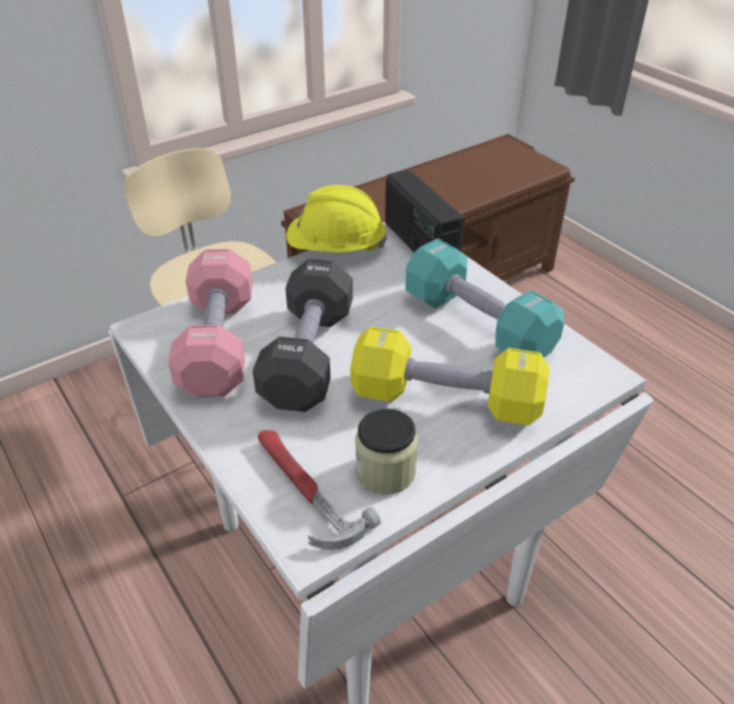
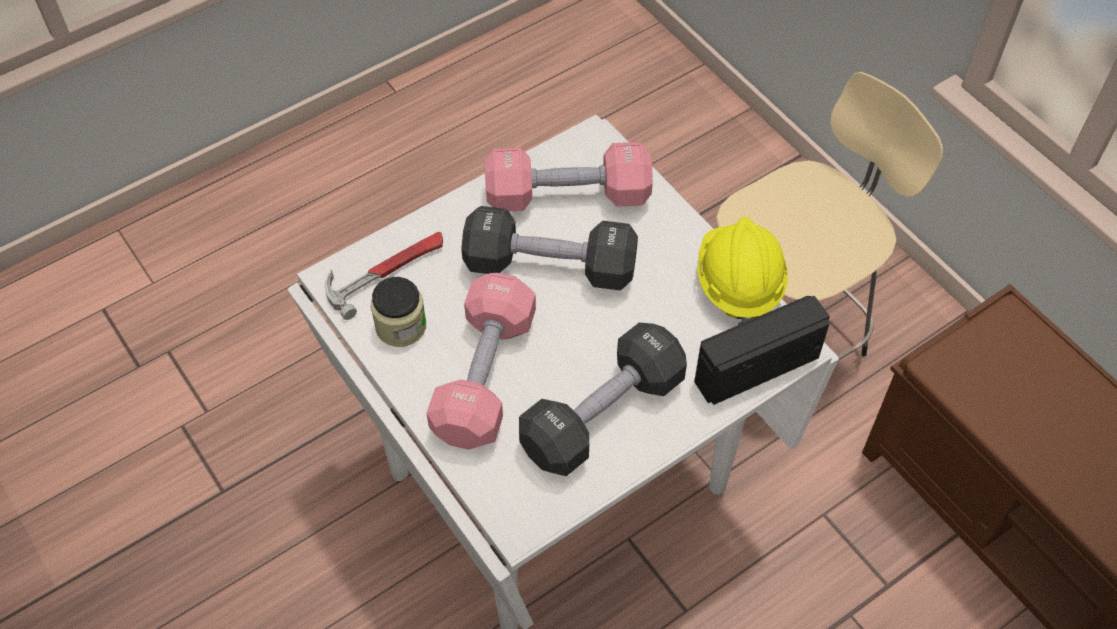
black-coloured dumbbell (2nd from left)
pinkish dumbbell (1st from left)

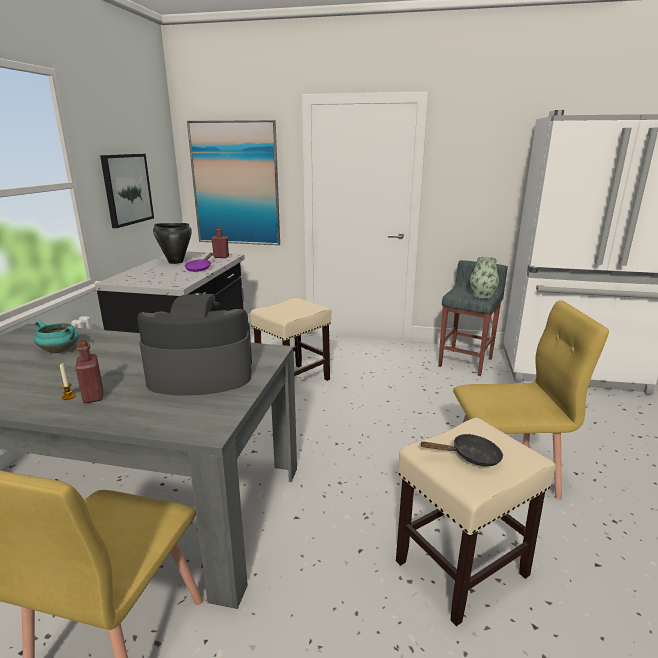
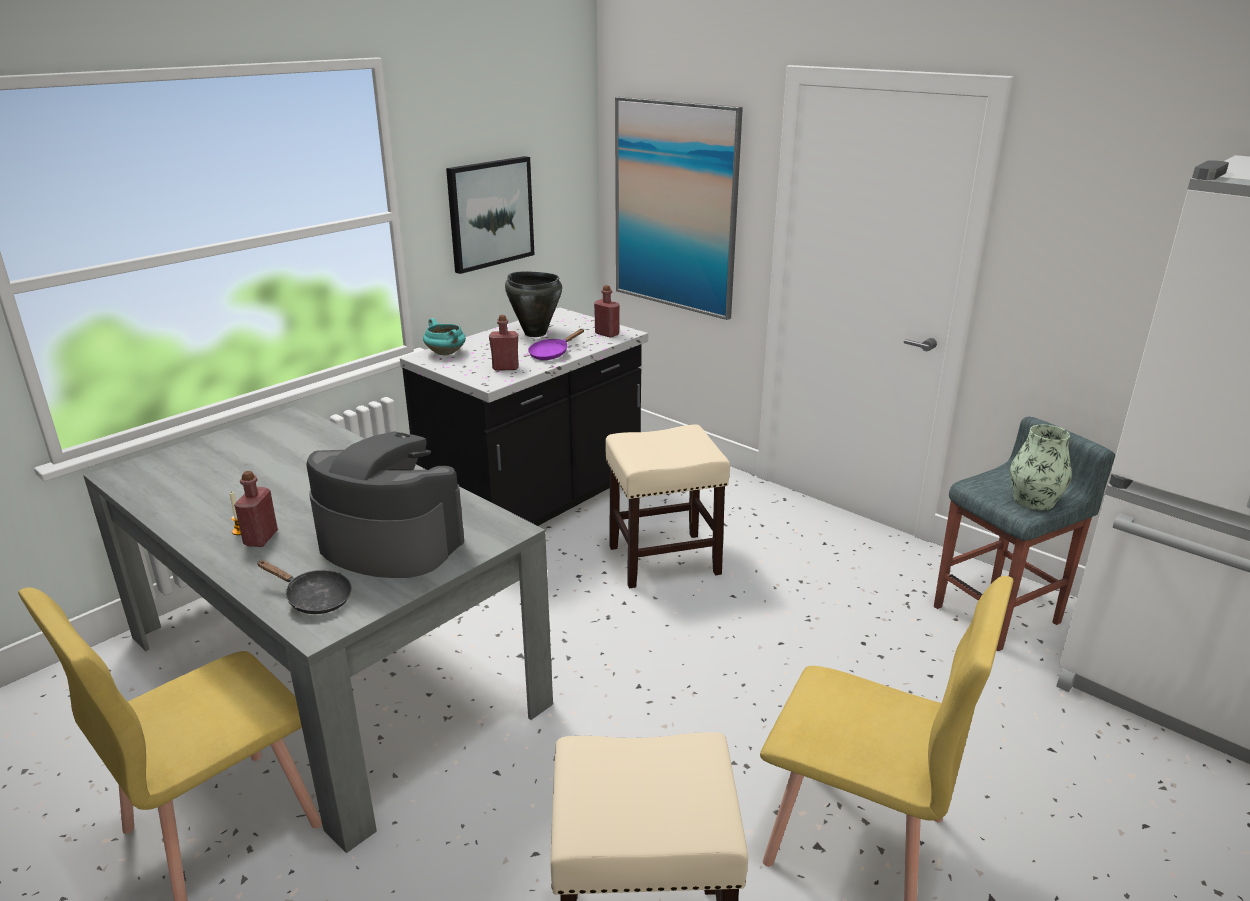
turquoise-coloured saucepot
black-coloured skillet
red-coloured bottle (2nd from left)

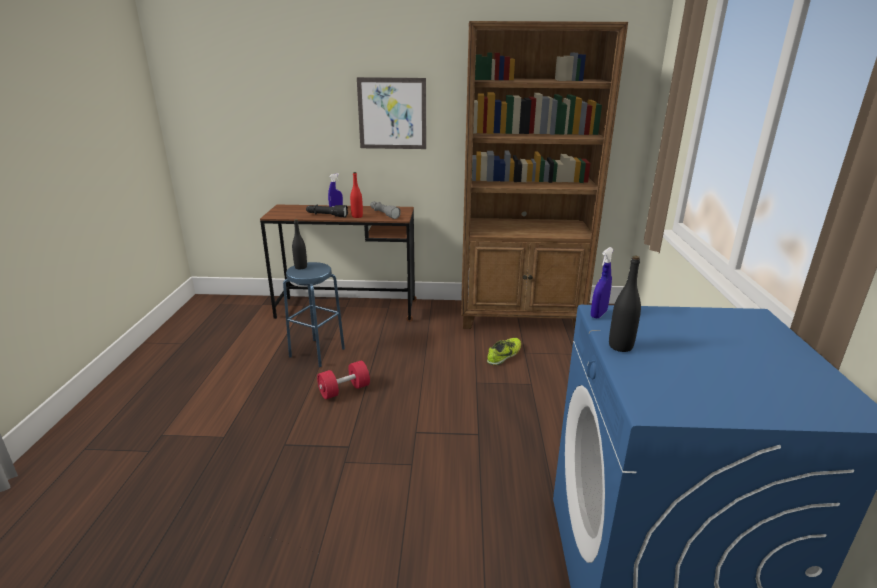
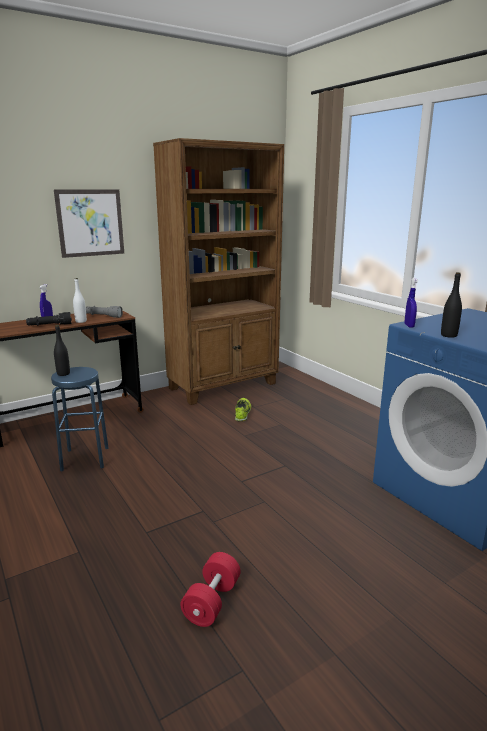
whitish bottle
red-coloured dumbbell

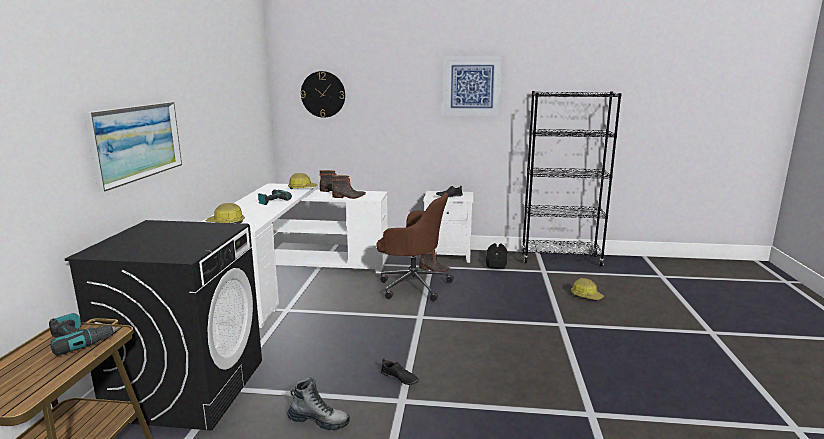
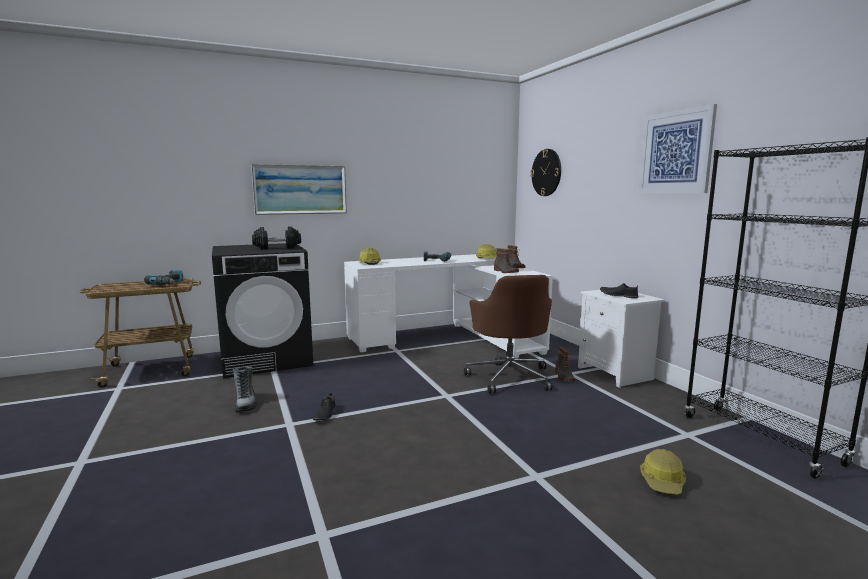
black-coloured dumbbell

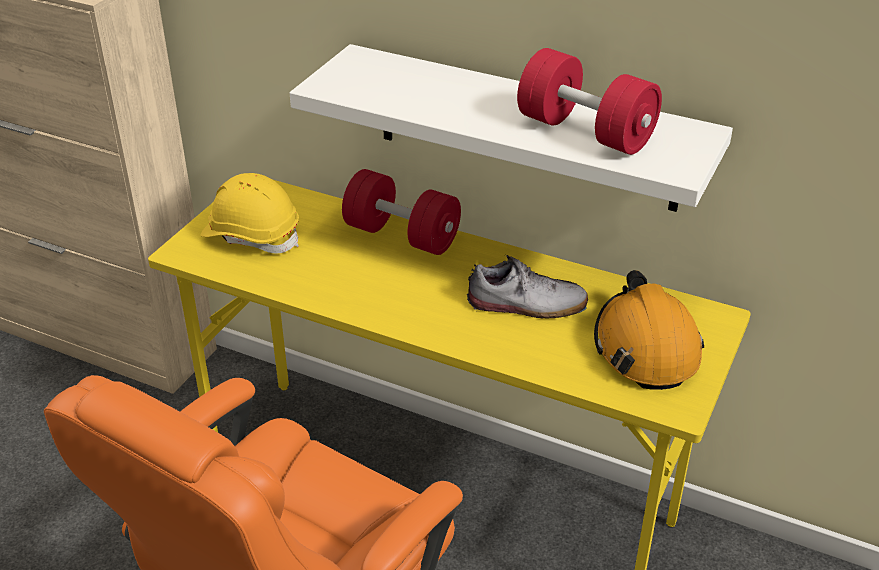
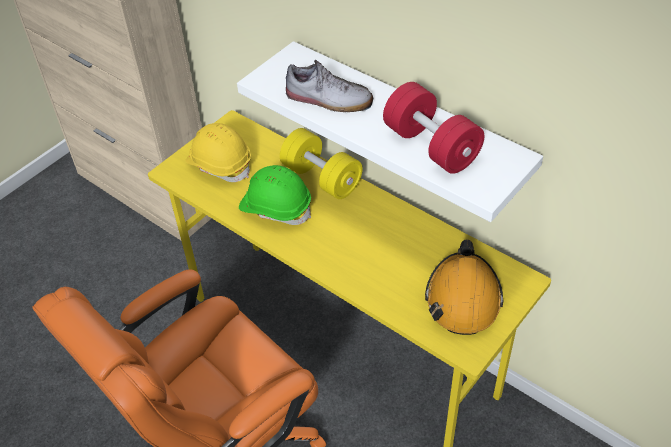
yellow dumbbell
shoe
green work helmet

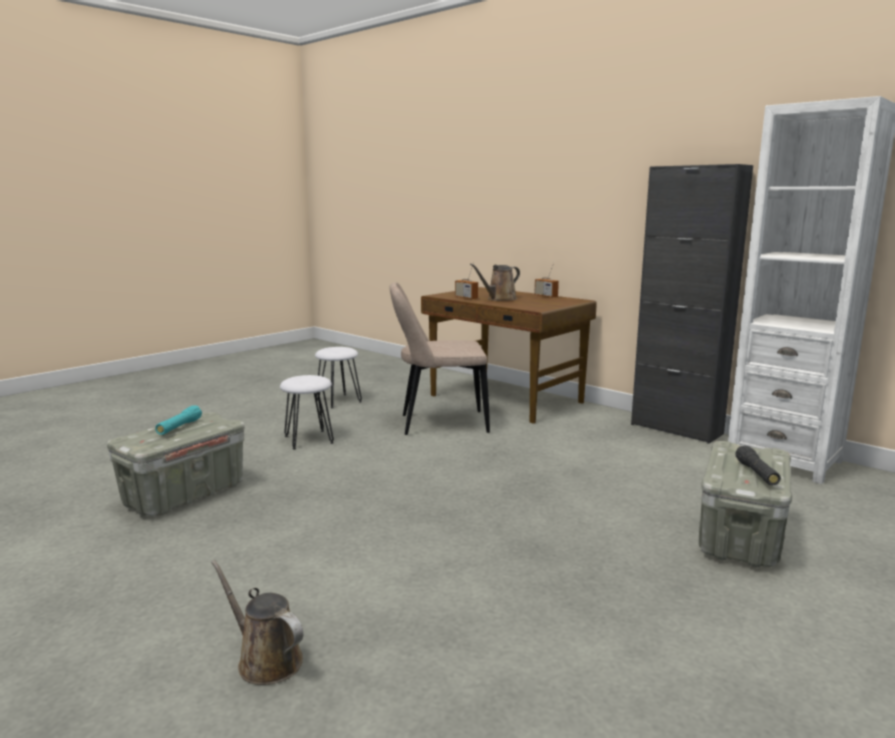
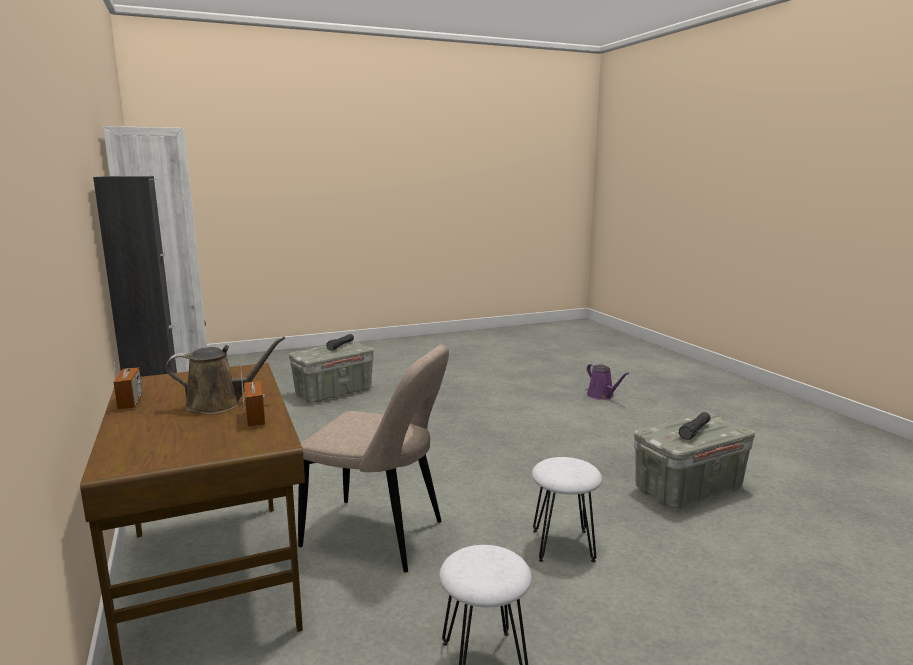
black-coloured hand torch (2nd from left)
purplish watering pot

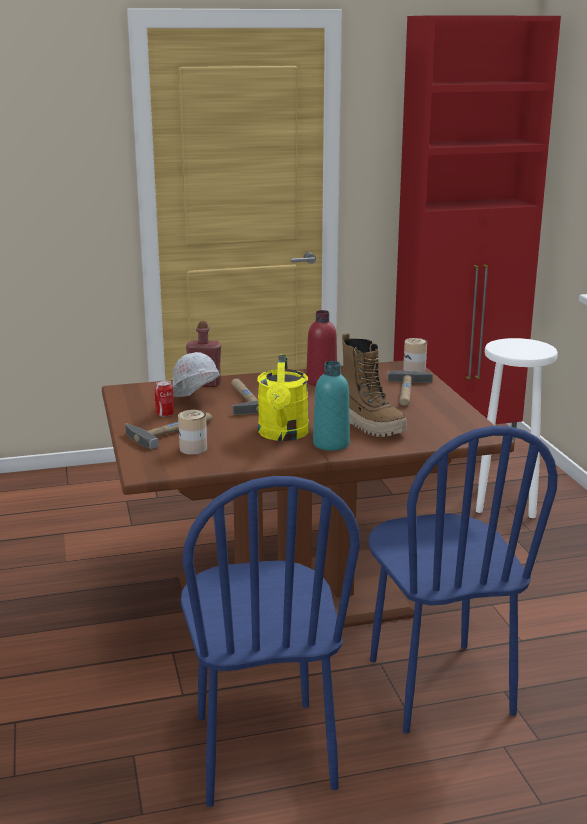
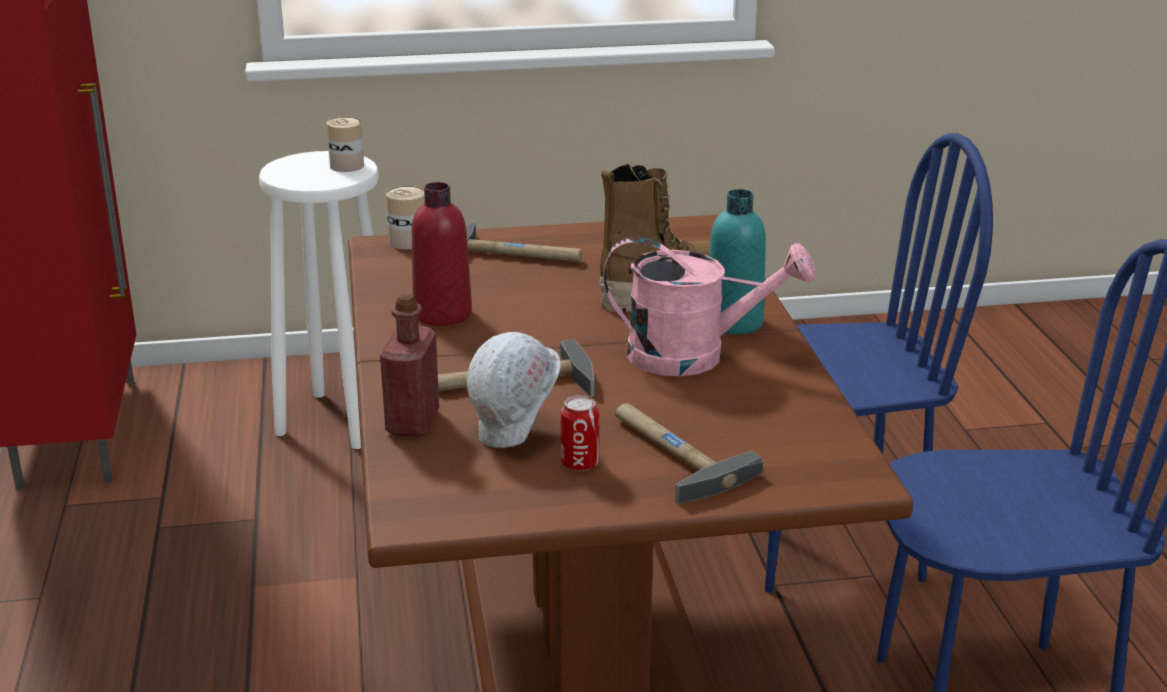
pinkish watering pot
sealed can (1st from left)

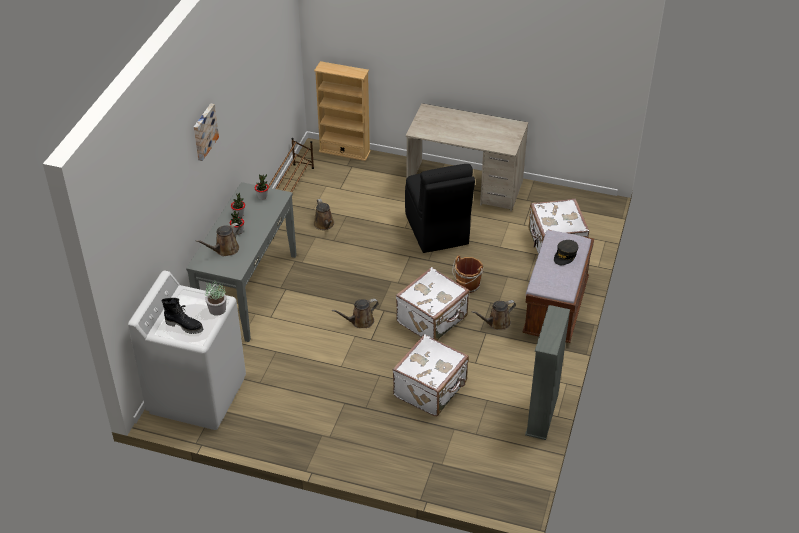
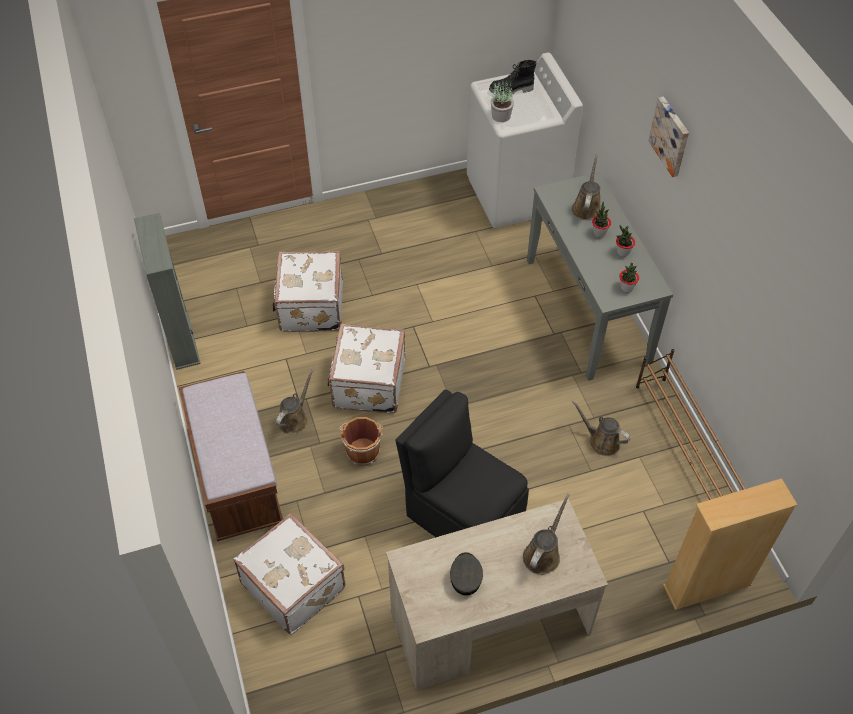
greyish peaked cap
brown-coloured watering pot (2nd from left)

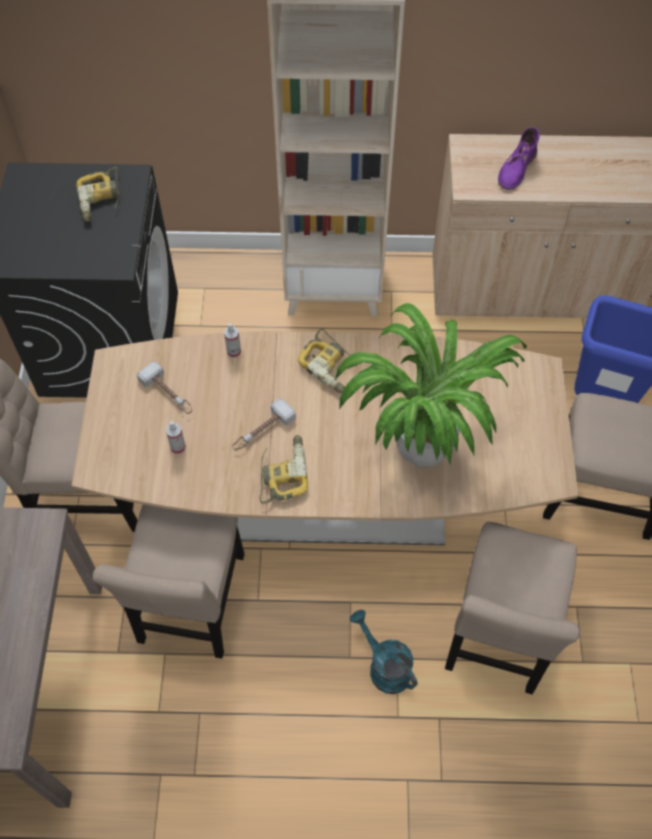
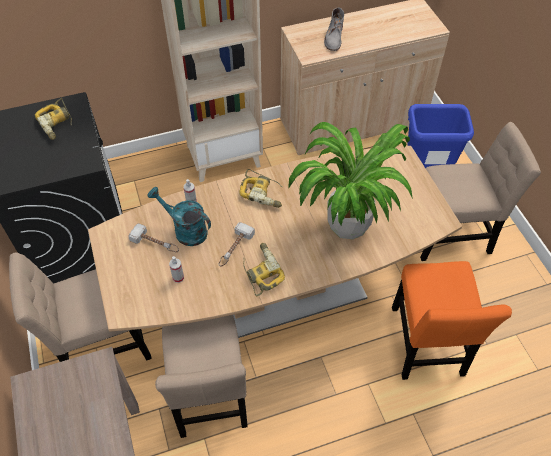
greyish tall boot
orangey plain chair
turquoise-coloured watering pot

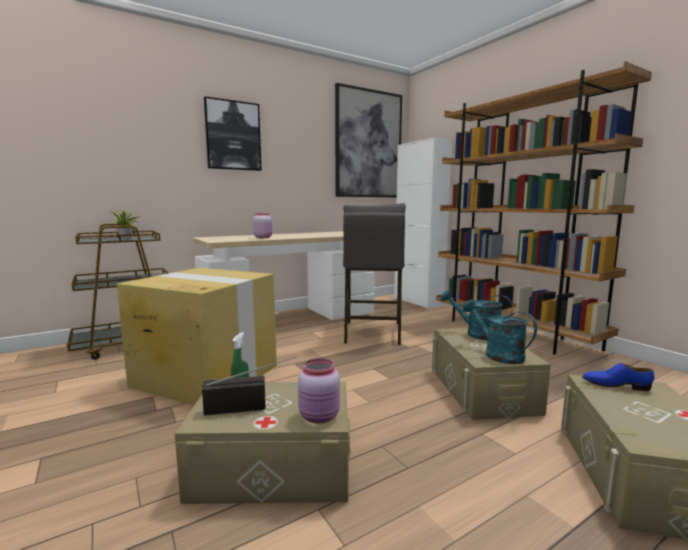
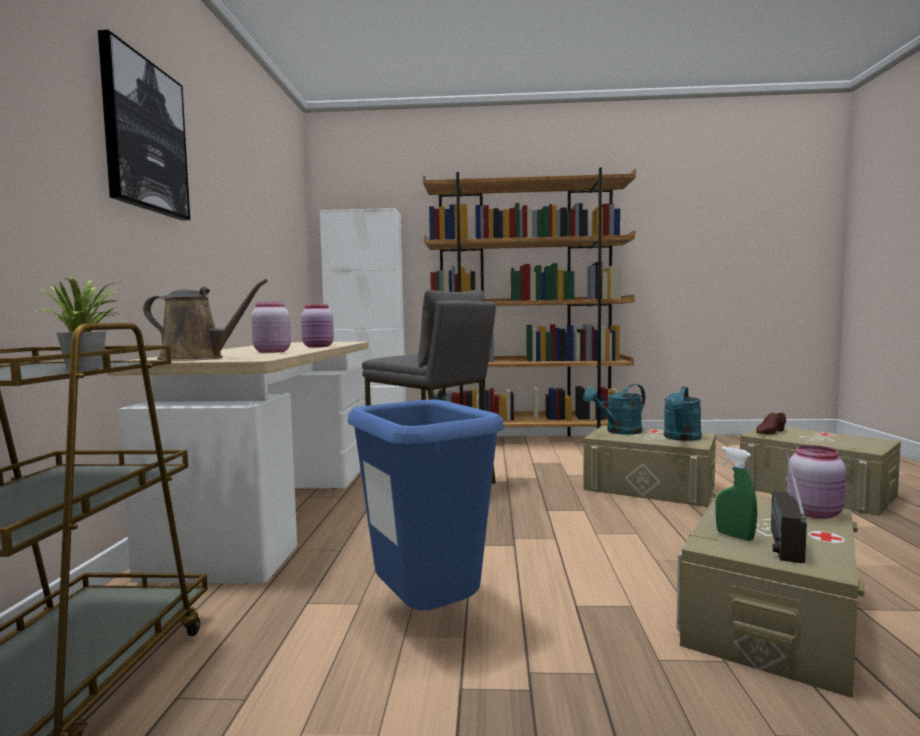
picture (2nd from left in the first image)
bluish rubbish bin
turquoise-coloured watering pot (2nd from left)
brown-coloured shoe
brown-coloured watering pot
pinkish storage jar (2nd from left)

